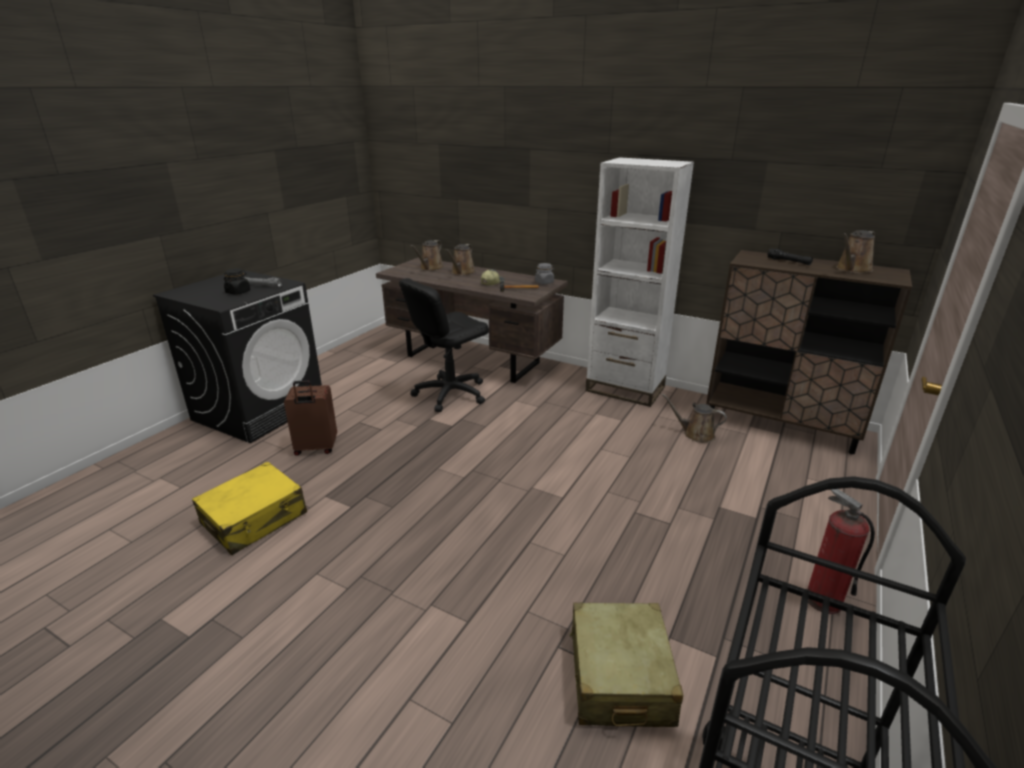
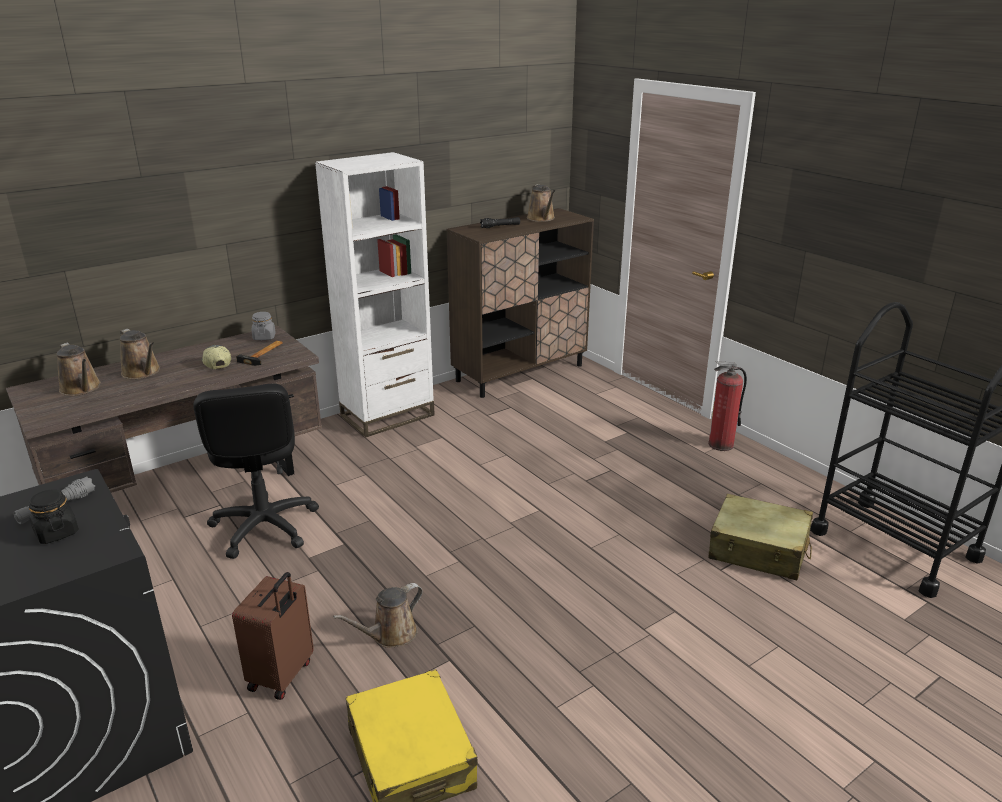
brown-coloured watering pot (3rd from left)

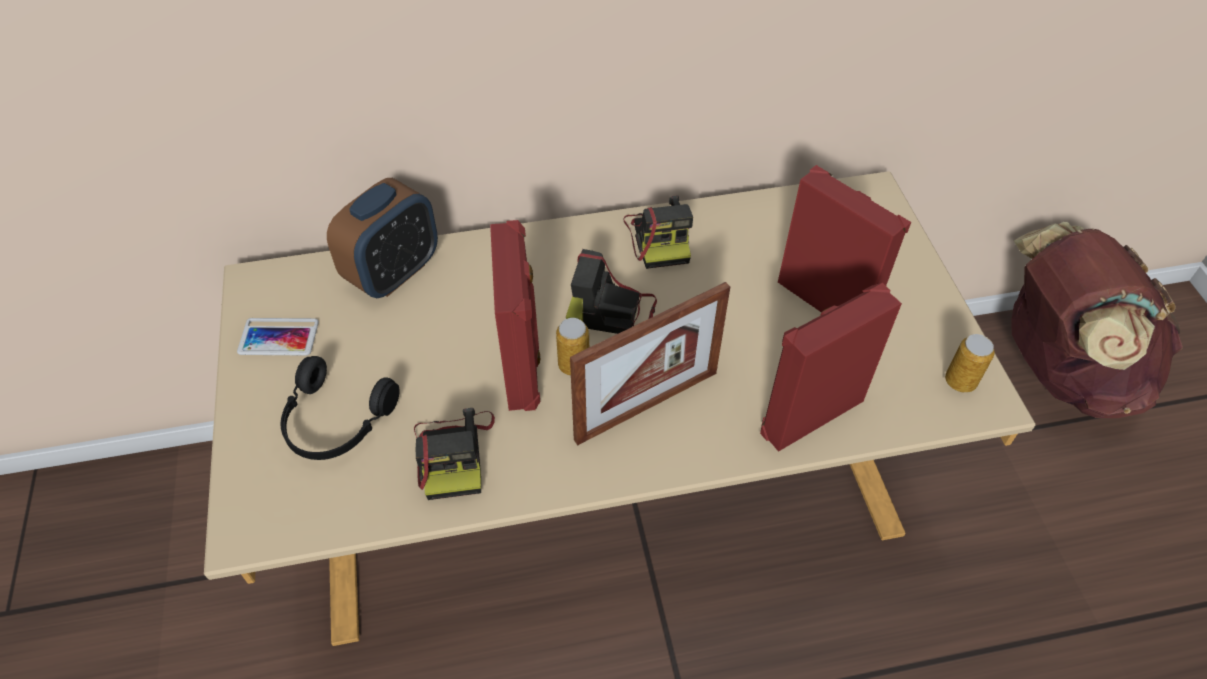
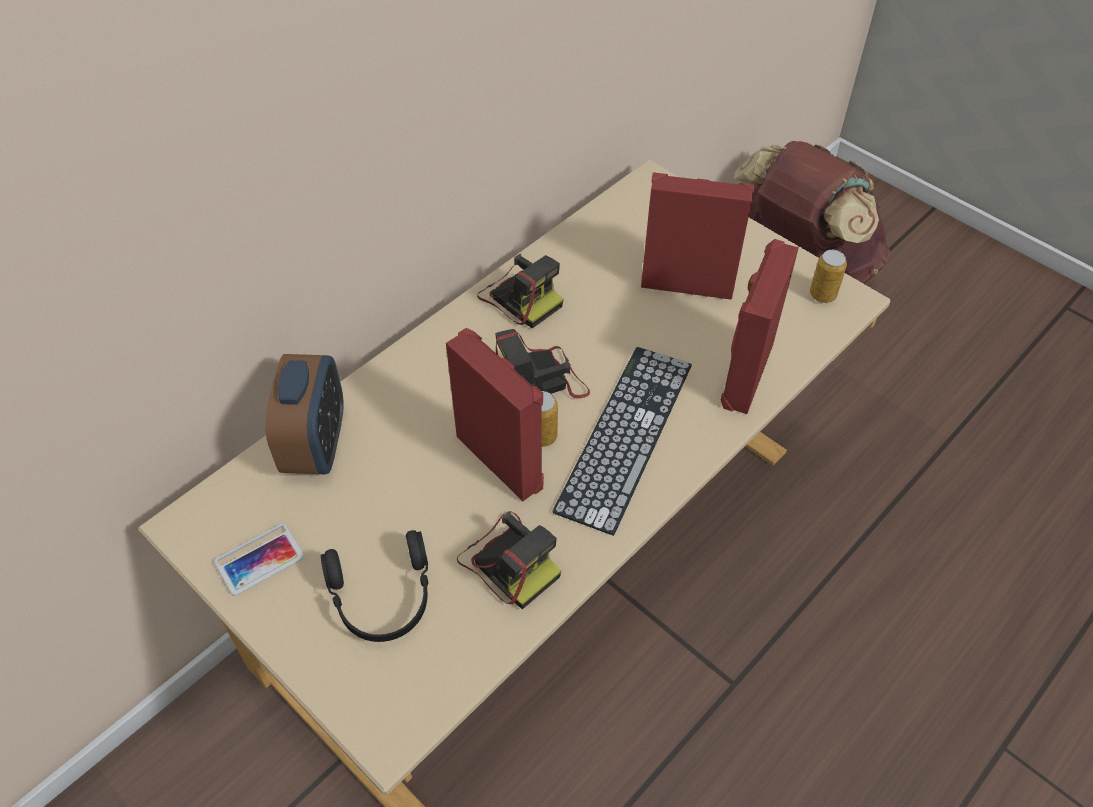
keyboard

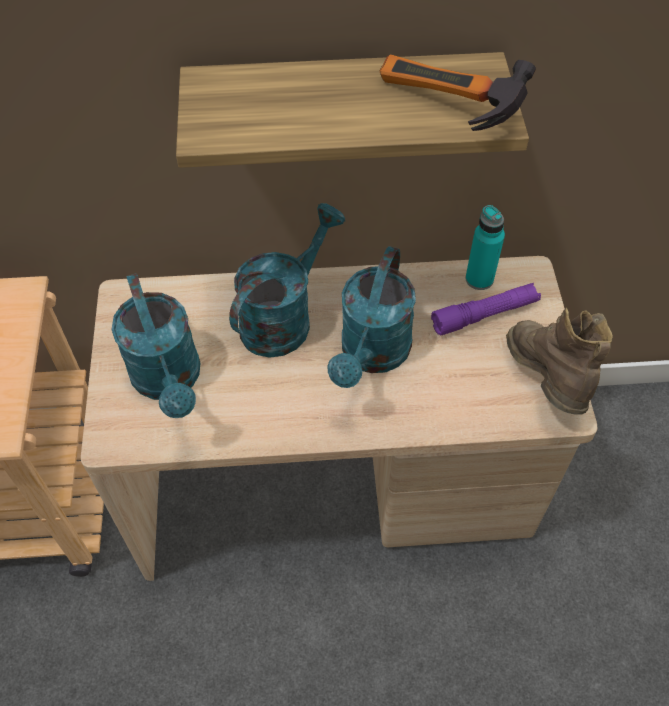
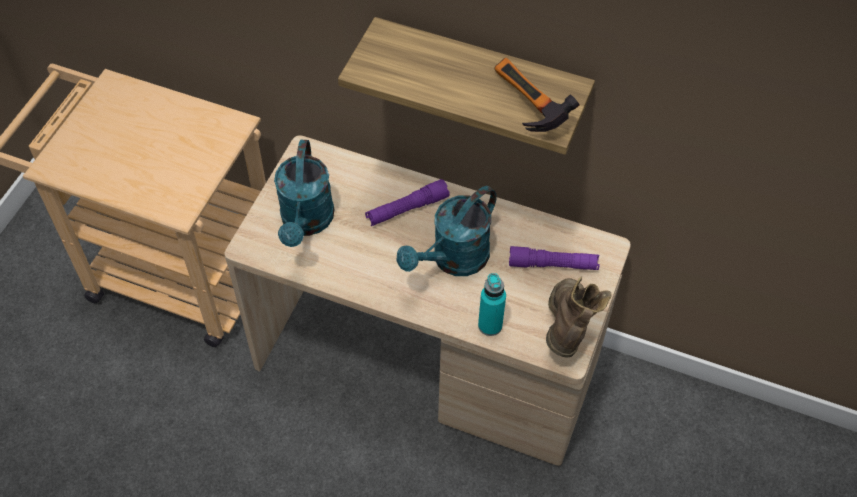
purplish hand torch (1st from left)
turquoise-coloured bottle

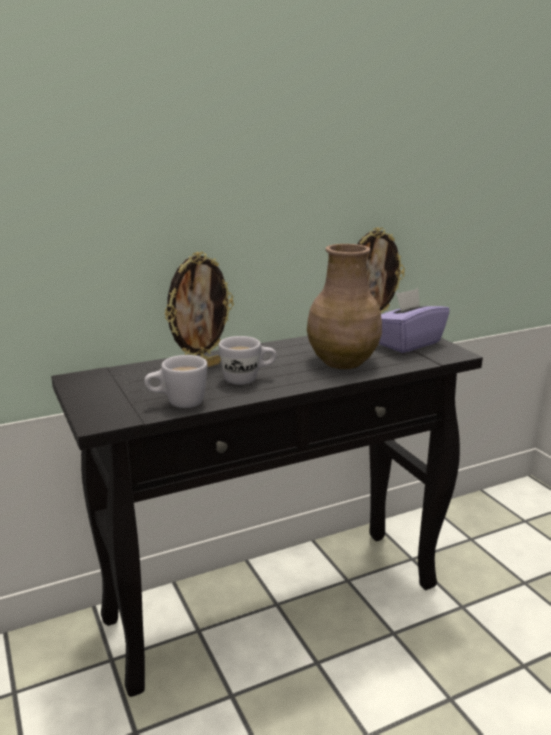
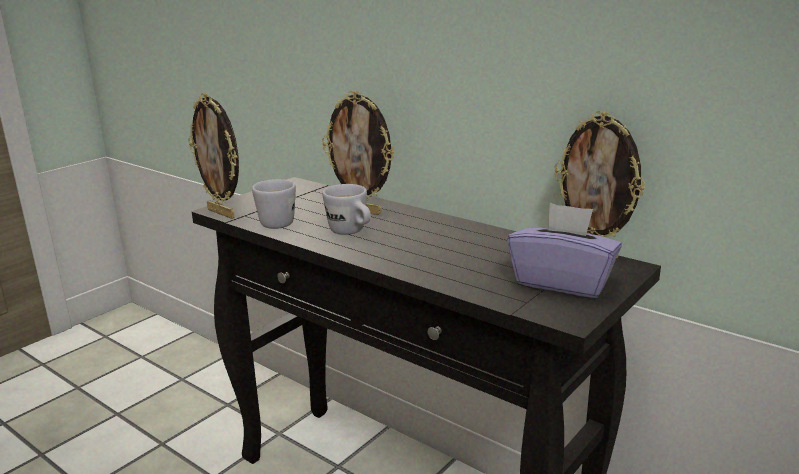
brown-coloured flower vase
picture frame (1st from left)

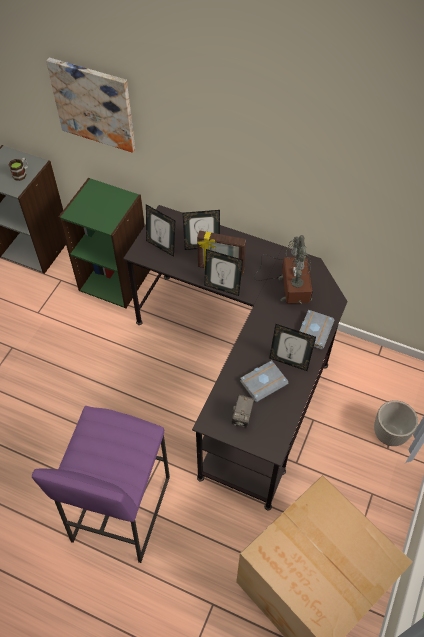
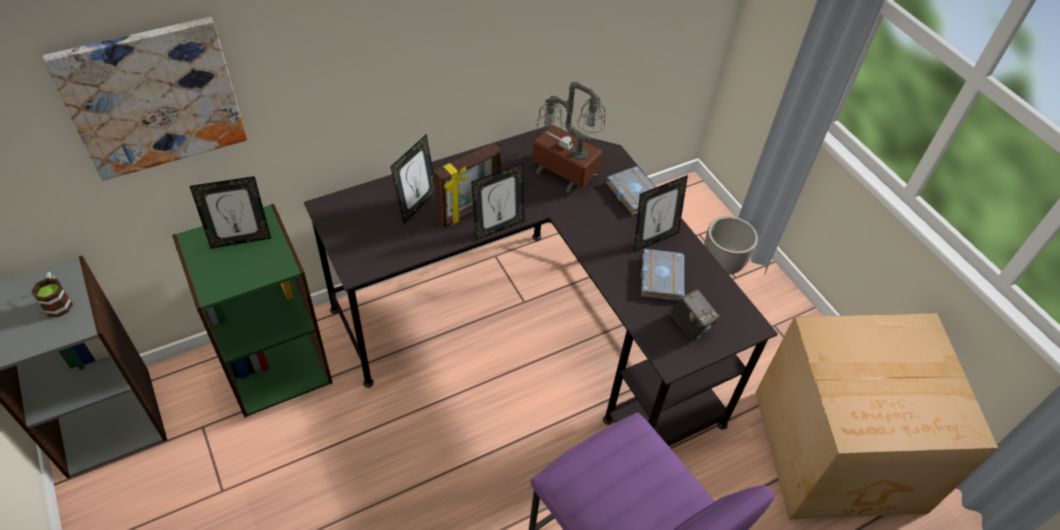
picture frame (1st from left)

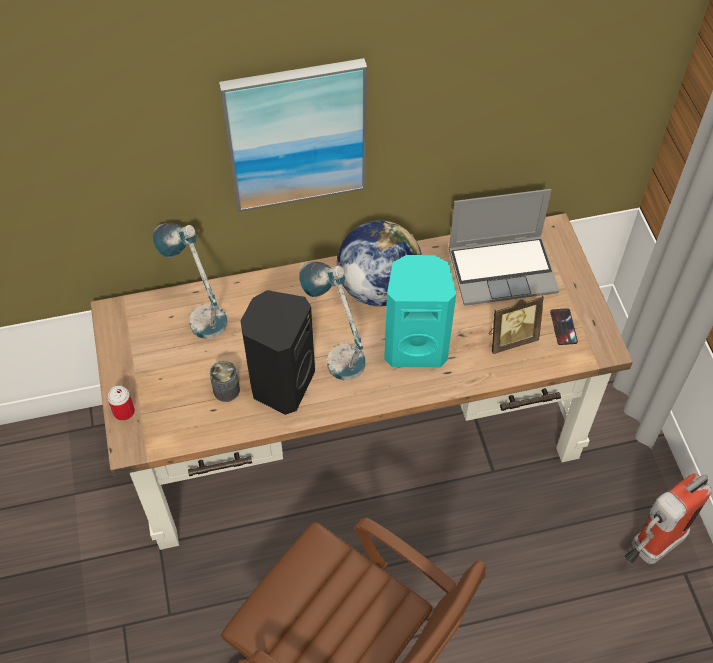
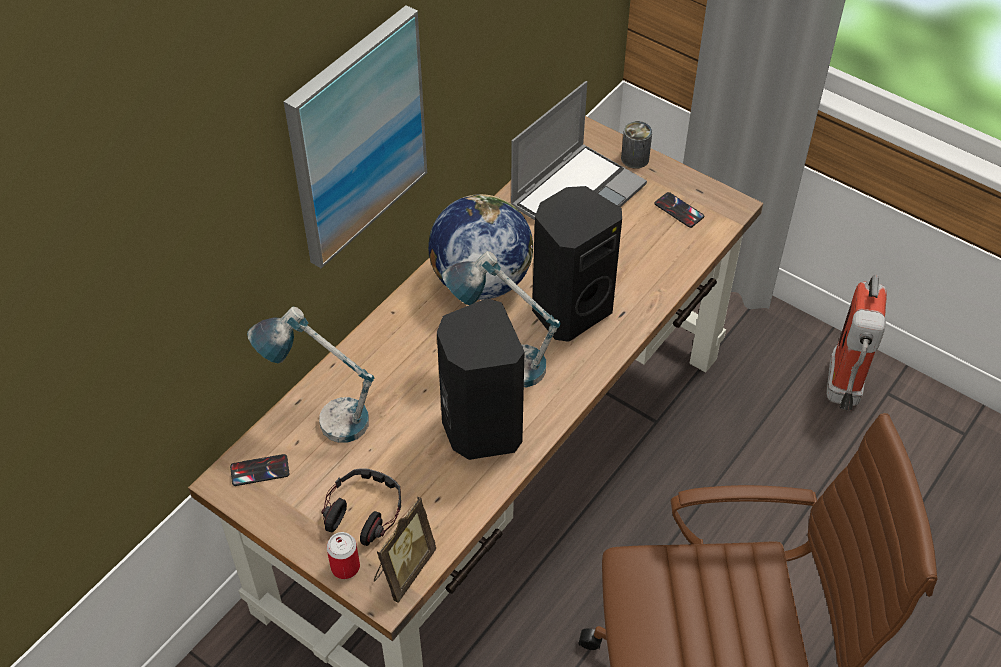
black-coloured speaker (2nd from left)
picture frame
sealed can (2nd from left)
handset (1st from left)
headset

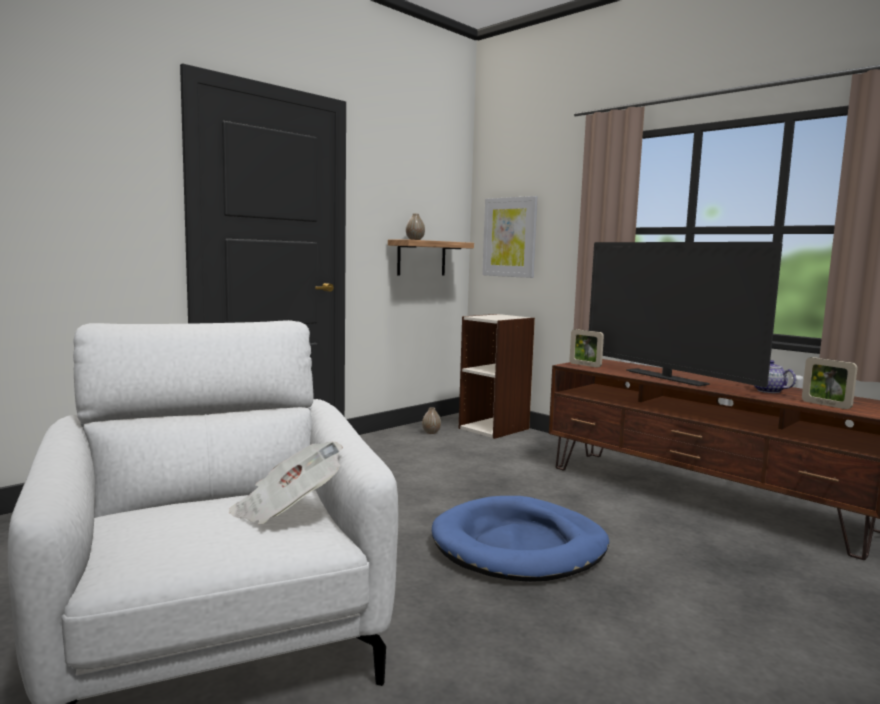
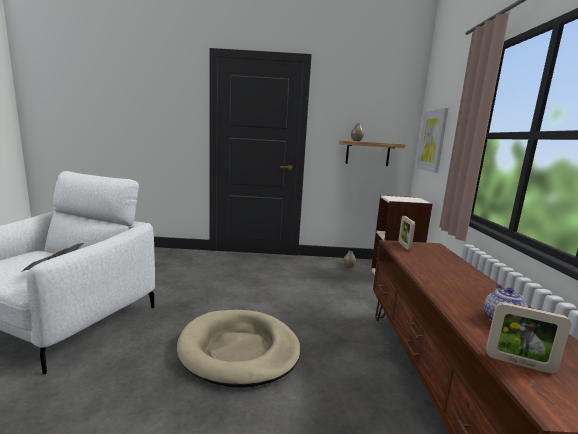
TV set
picture frame (2nd from left)
beige pet bed

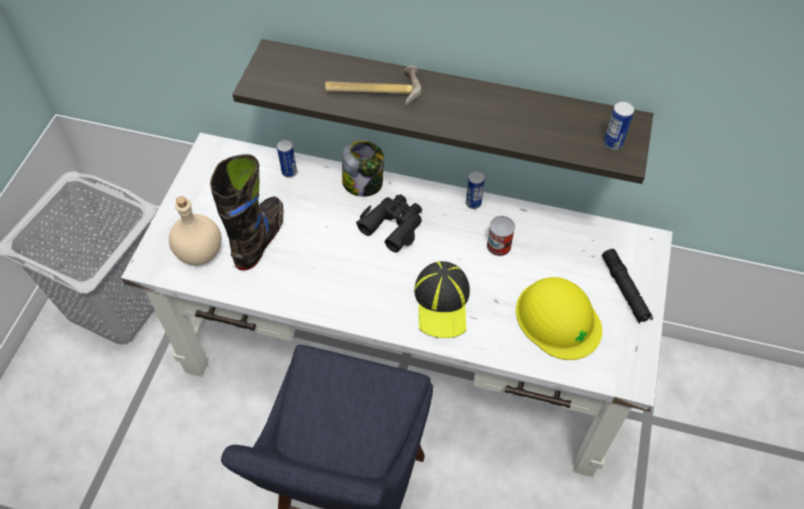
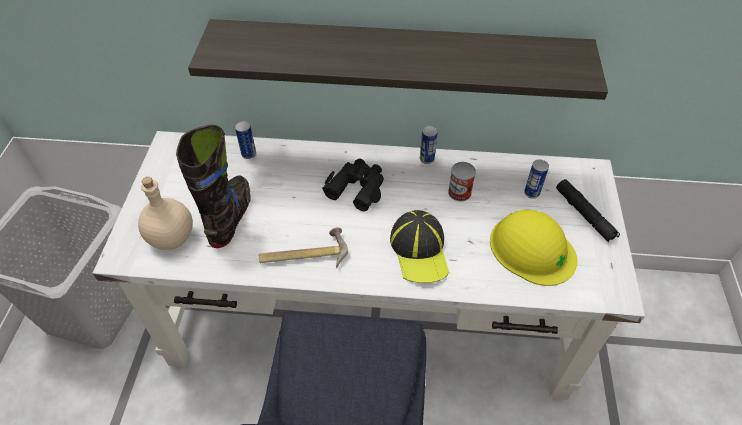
tool hammer
sealed can (4th from left)
storage jar

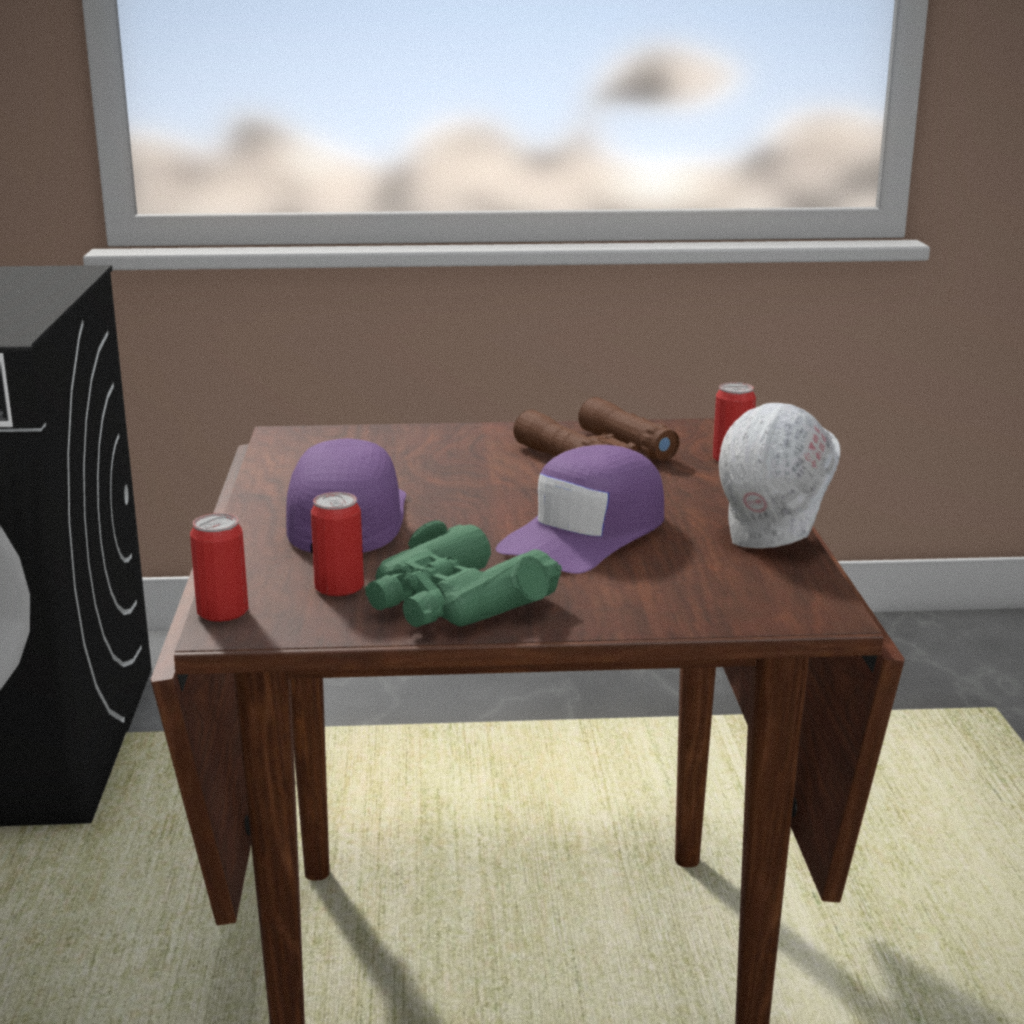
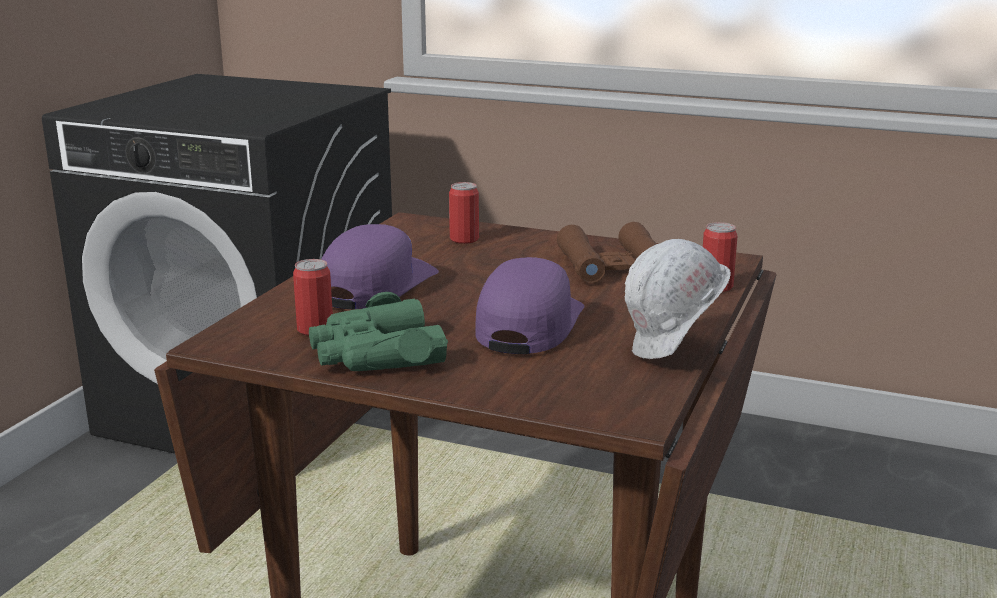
purplish peaked cap (2nd from left)
sealed can (2nd from left)

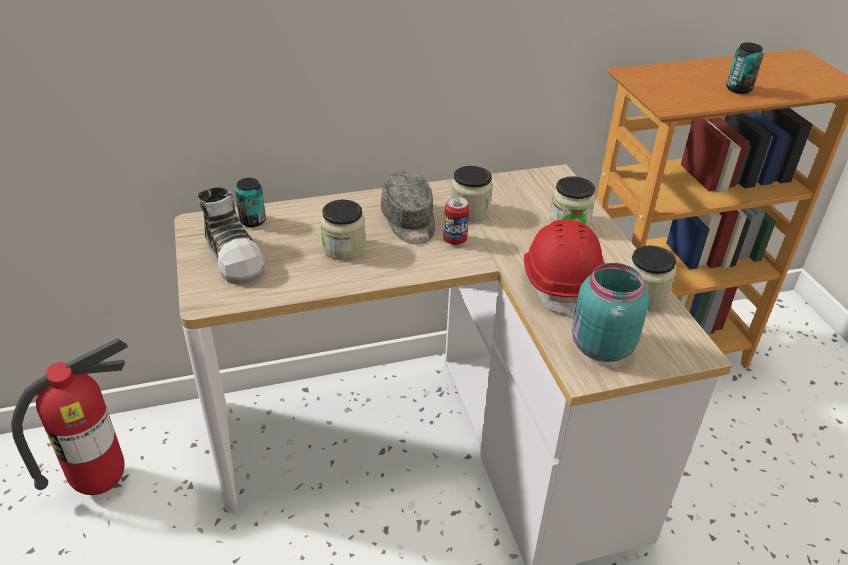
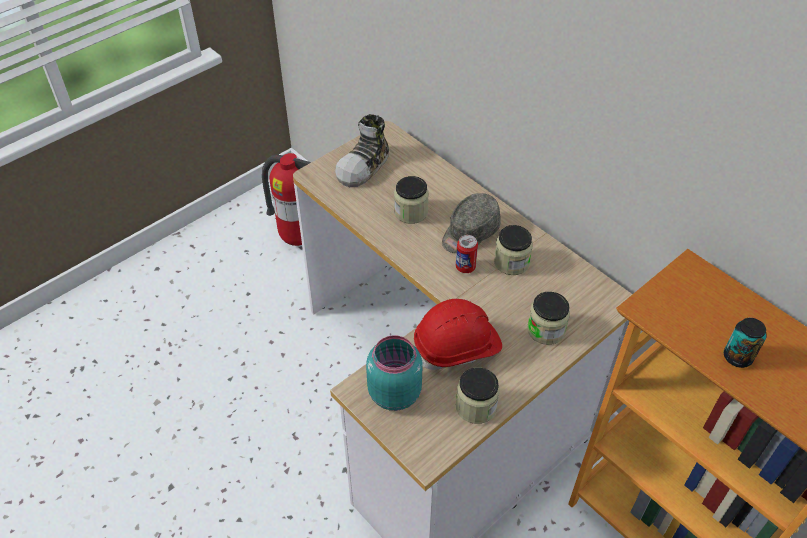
sealed can (1st from left in the first image)

